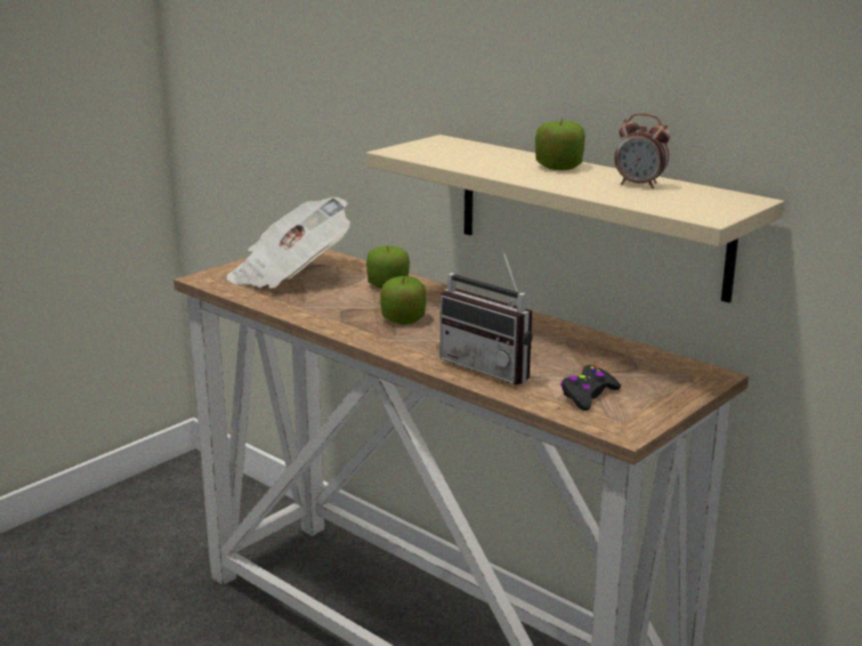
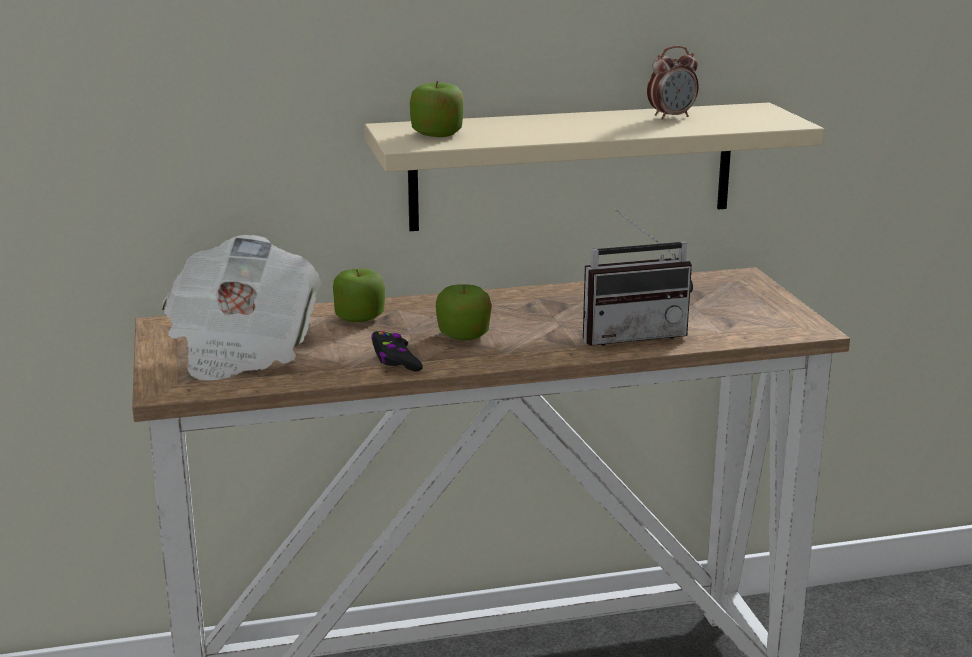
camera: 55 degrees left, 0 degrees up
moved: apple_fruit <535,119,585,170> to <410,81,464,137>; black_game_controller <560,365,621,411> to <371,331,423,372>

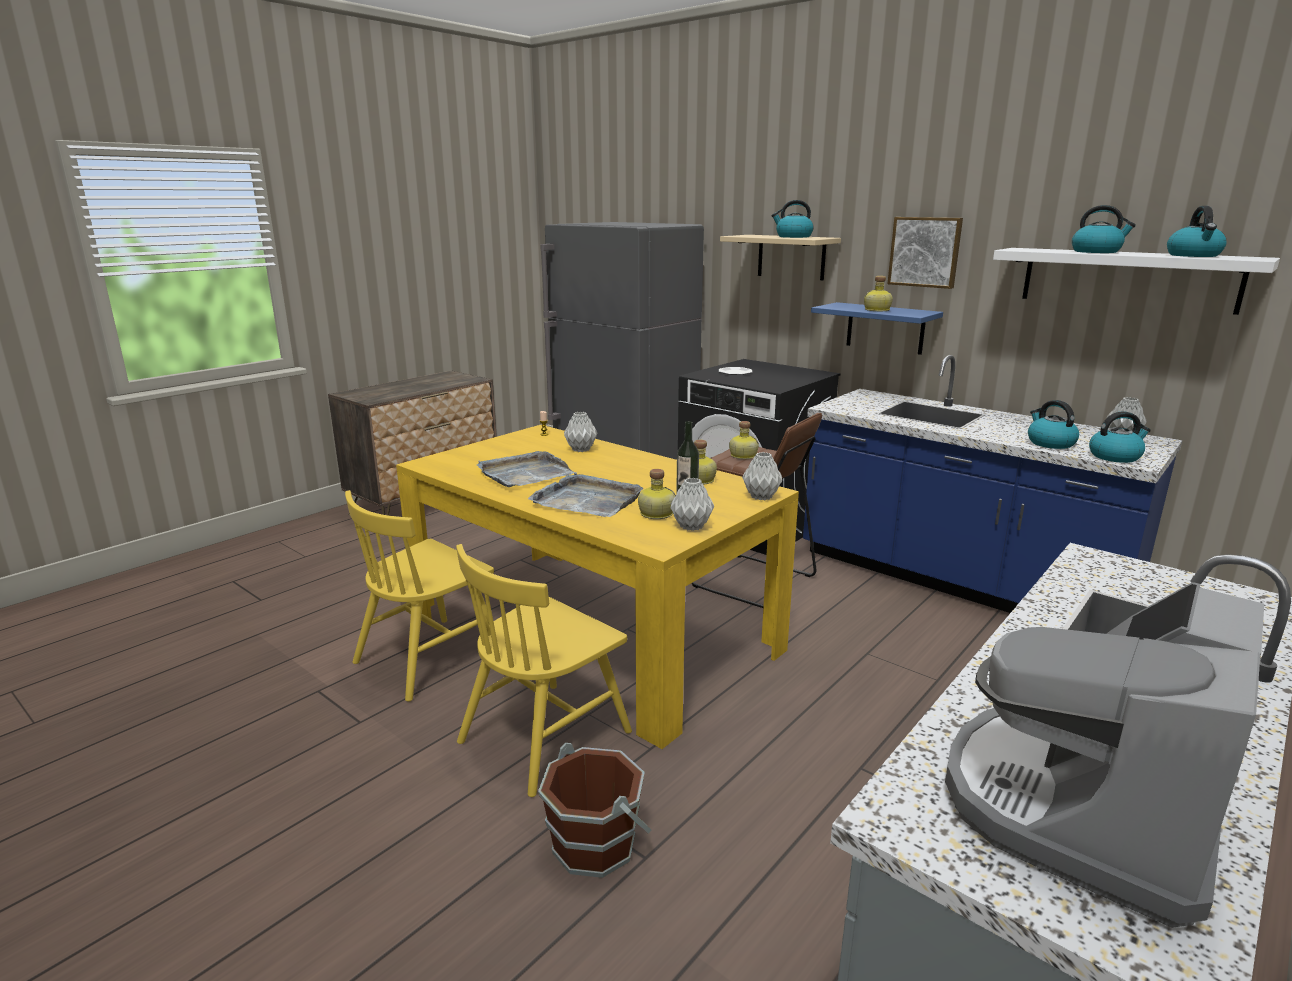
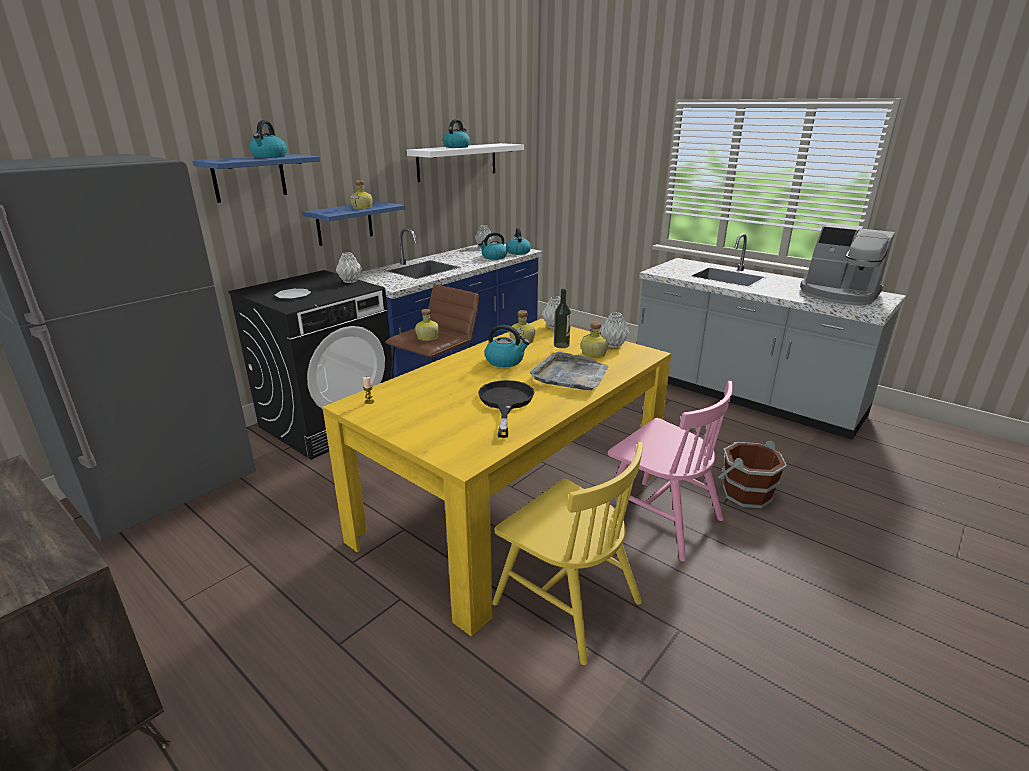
camera: 90 degrees left, 5 degrees up
removed: wall_picture <887,217,963,289>
moved: kettle <1167,206,1227,257> to <484,325,530,367>; gray_vase <564,412,598,452> to <336,252,362,283>
replaced: gray_carrying_tray <477,451,575,487> to black_skillet <478,380,535,438>
recoloured: beige-coloured_shelf <720,235,841,280> to blue-coloured_shelf <193,154,320,203>; yellow_upright_chair <456,544,632,797> to pink_upright_chair <608,380,733,562>

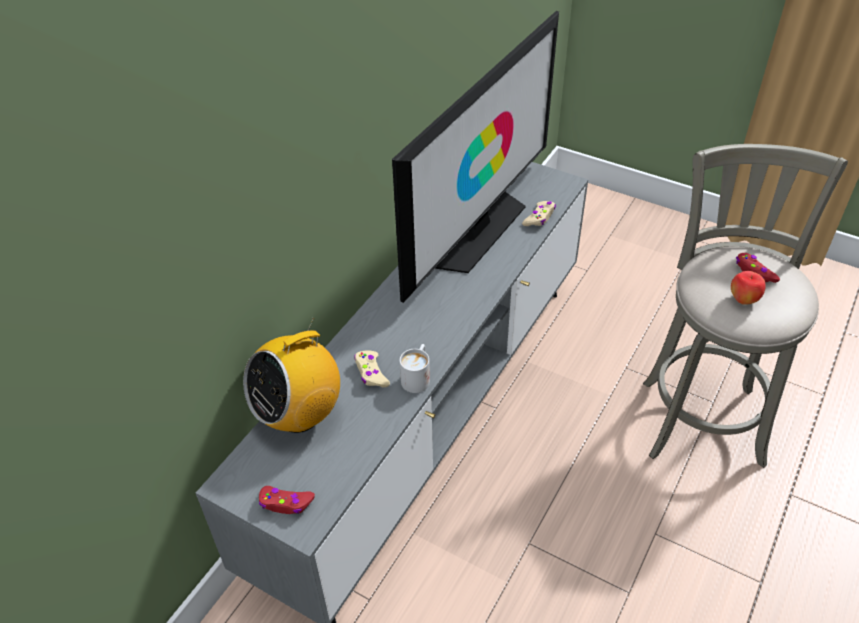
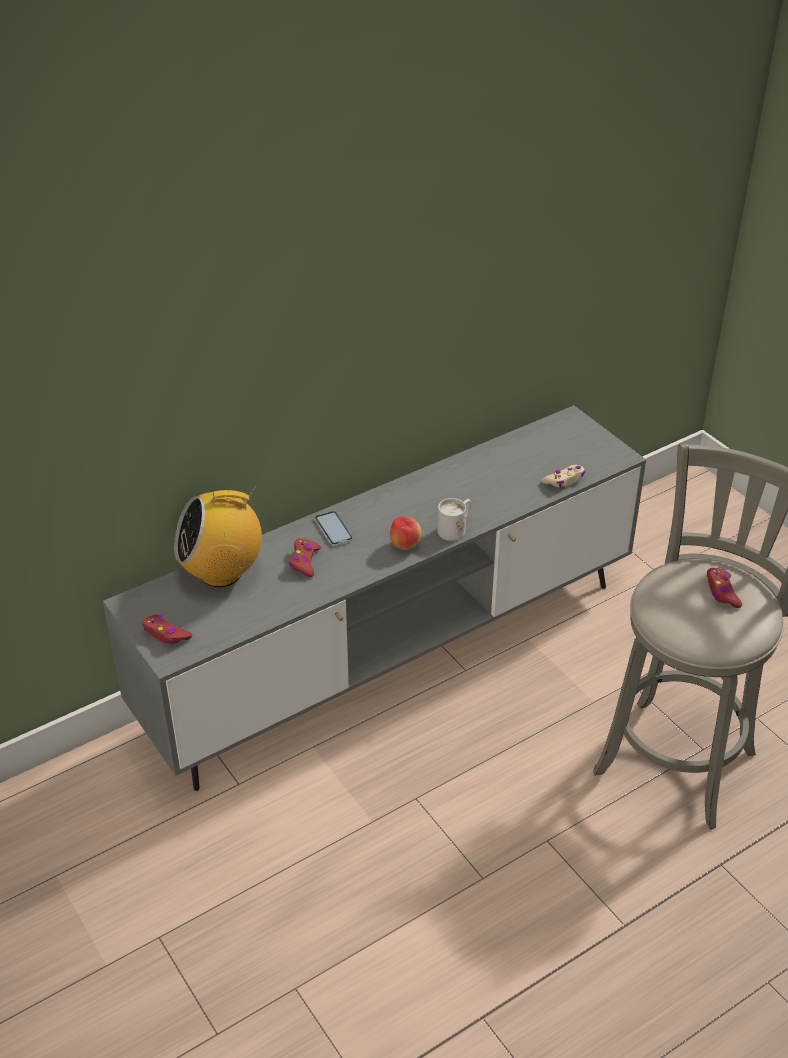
camera: 25 degrees right, 5 degrees down
removed: TV_set <392,11,559,303>
added: handset <315,511,353,546>
moved: apple_fruit <731,271,766,305> to <390,516,422,550>; whitish_mug <400,344,430,393> to <438,498,471,541>
recoloured: beige-coloured_game_controller <354,350,390,387> to red_game_controller <289,538,321,577>

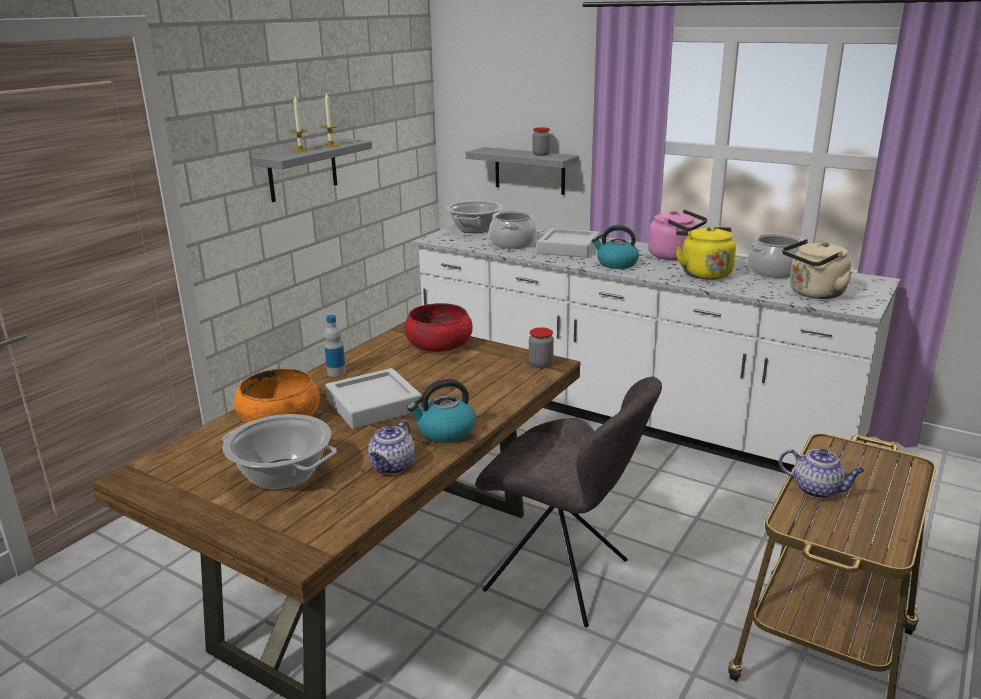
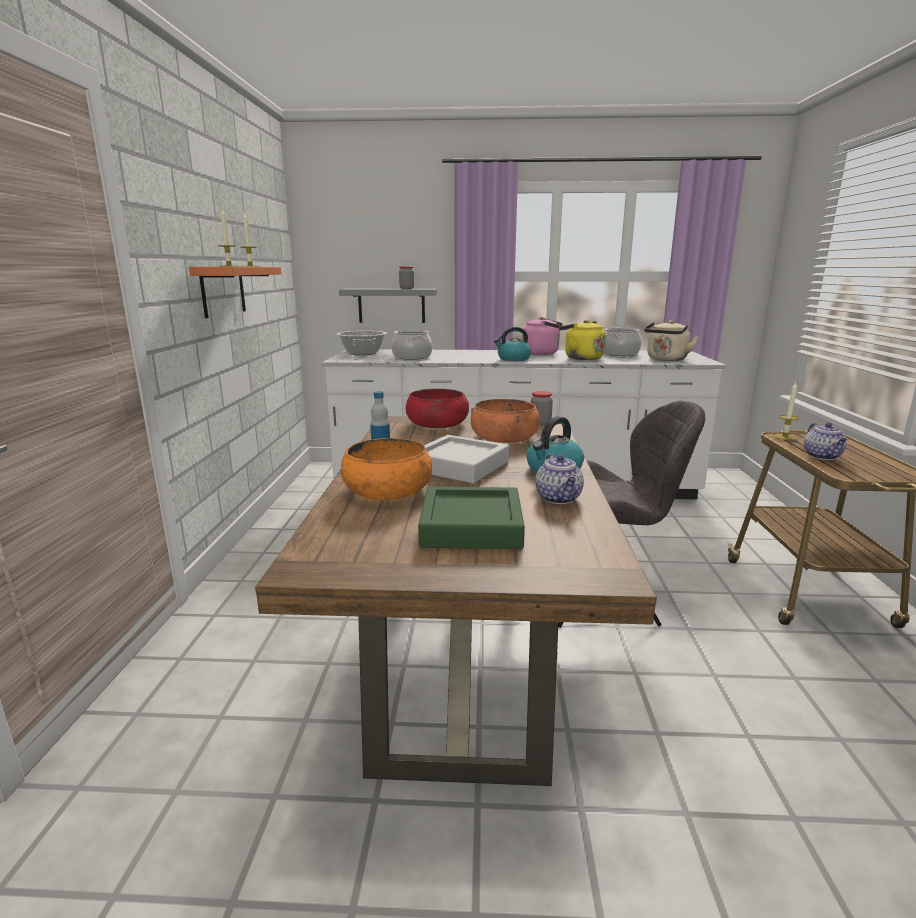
camera: 30 degrees left, 5 degrees down
removed: gray_carrying_tray <537,228,600,258>
added: wax_light <774,382,799,440>; orange-coloured_deep_dish <471,399,540,443>
replaced: saucepot <222,414,337,490> to greenish_carrying_tray <418,487,525,549>
recoloured: gray_shelf <252,139,372,202> to orange-coloured_shelf <189,267,281,318>
turned: tea_pot <779,449,865,498> = <804,422,847,460> 90 degrees clockwise

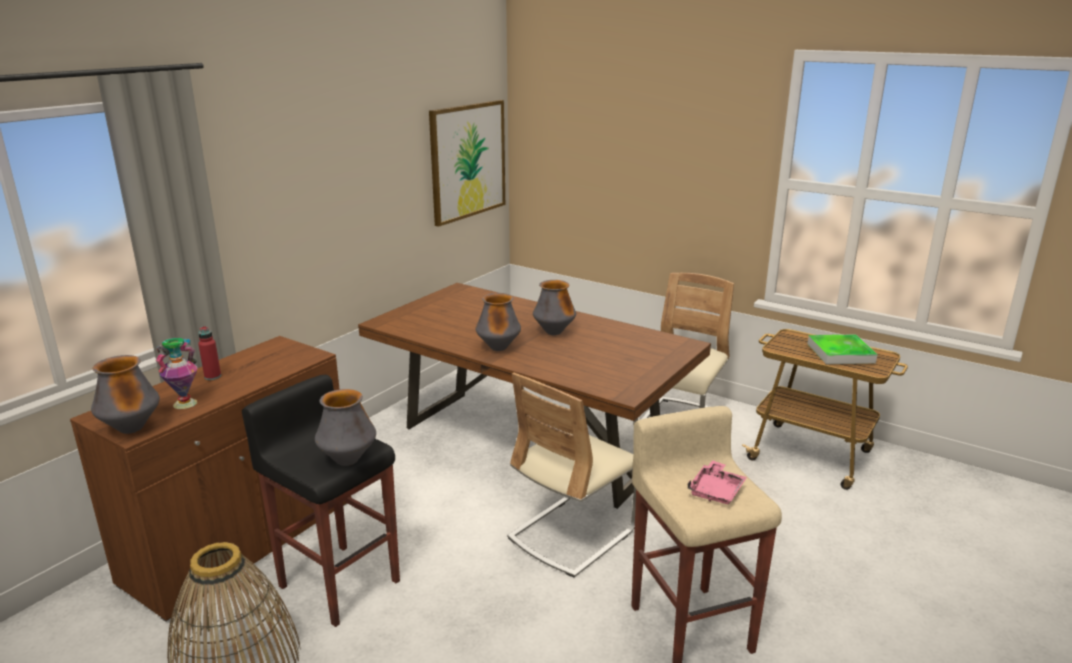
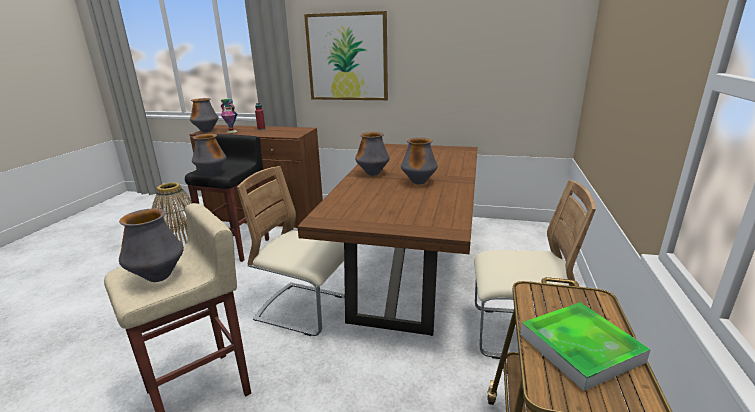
camera: 70 degrees right, 0 degrees up
moved: wall_picture <429,100,505,227> to <304,11,388,100>
replaced: pink_carrying_tray <688,460,747,504> to vase <119,208,184,282>

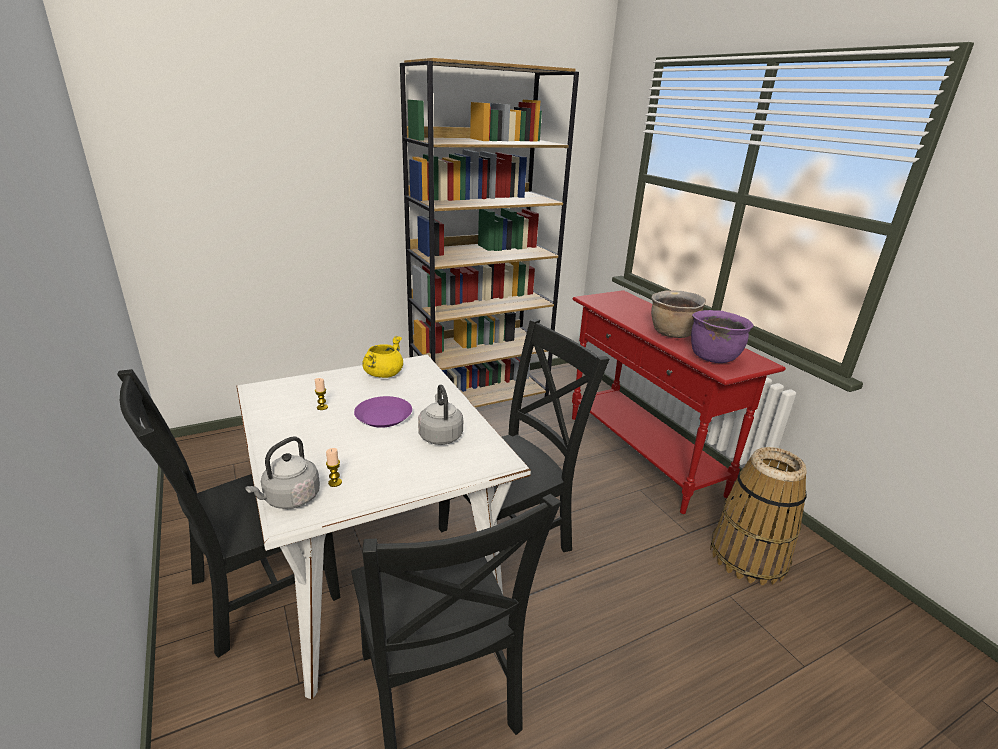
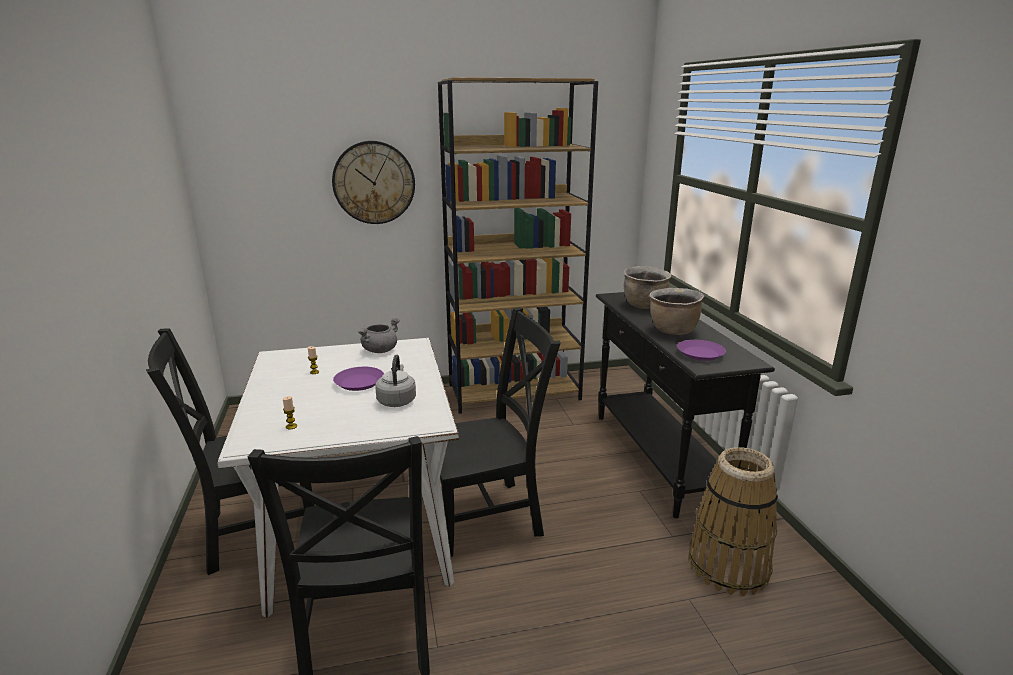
camera: 15 degrees right, 5 degrees down
removed: gray_kettle <246,436,320,509>
added: hanging_clock <332,141,415,224>; brownish_saucepot <623,266,671,309>
replaced: purplish_saucepot <691,310,753,363> to purplish_dinner_plate <677,340,726,361>
recoloured: red_console_table <572,290,786,514> to black_console_table <596,292,775,518>; yellow_saucepot <362,336,403,378> to gray_saucepot <358,318,400,353>

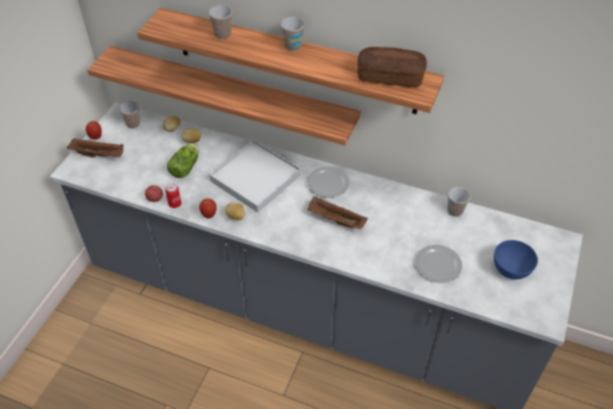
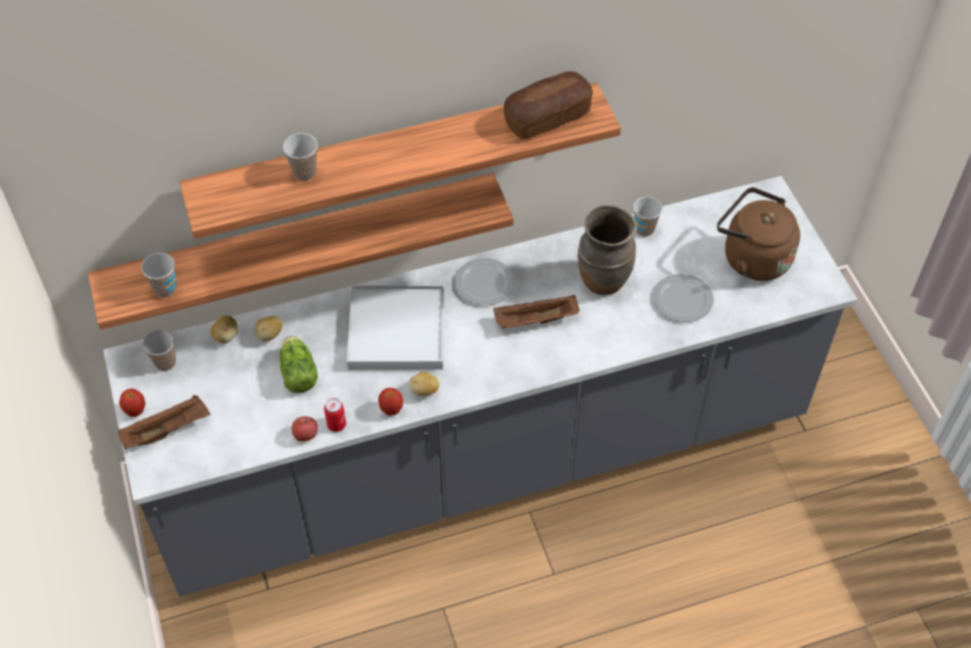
camera: 40 degrees left, 5 degrees up
added: brownish_vase <578,205,637,295>
moved: small_cup <281,17,305,51> to <141,253,177,298>
replaced: blue-coloured_deep_dish <494,240,538,279> to brownish_kettle <717,187,800,281>

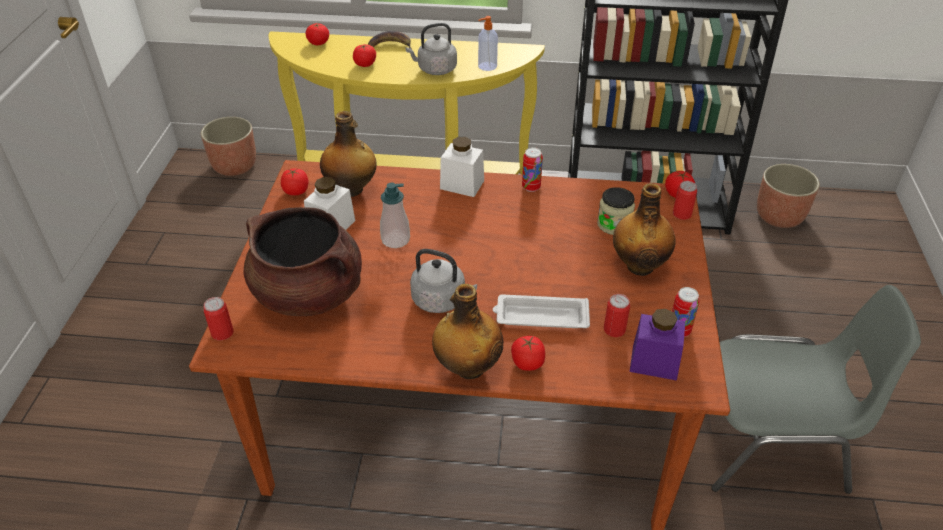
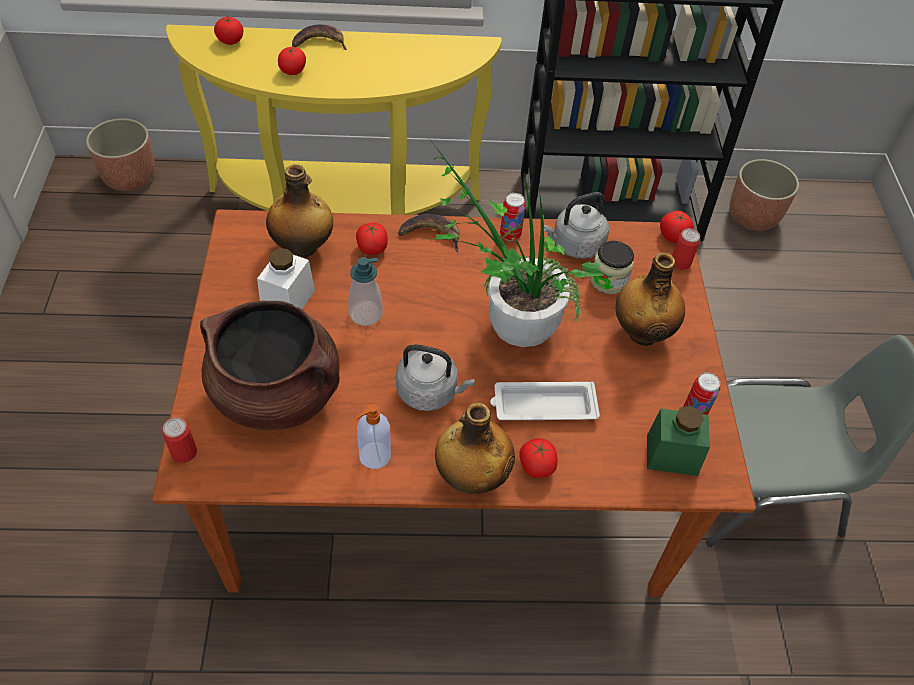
camera: 10 degrees left, 10 degrees up
removed: sealed_can <604,294,630,337>
added: potted_plant <428,137,604,347>
moved: soap_bottle <478,16,498,71> to <356,404,391,469>; gray_kettle <406,23,457,75> to <544,192,609,259>; fresh_tomato <281,169,309,195> to <356,222,388,255>
replaced: whitish_preserve_jar <440,137,484,197> to banana <398,214,460,253>
recoloured: purplish_preserve_jar <630,309,685,381> to greenish_preserve_jar <647,406,710,476>

